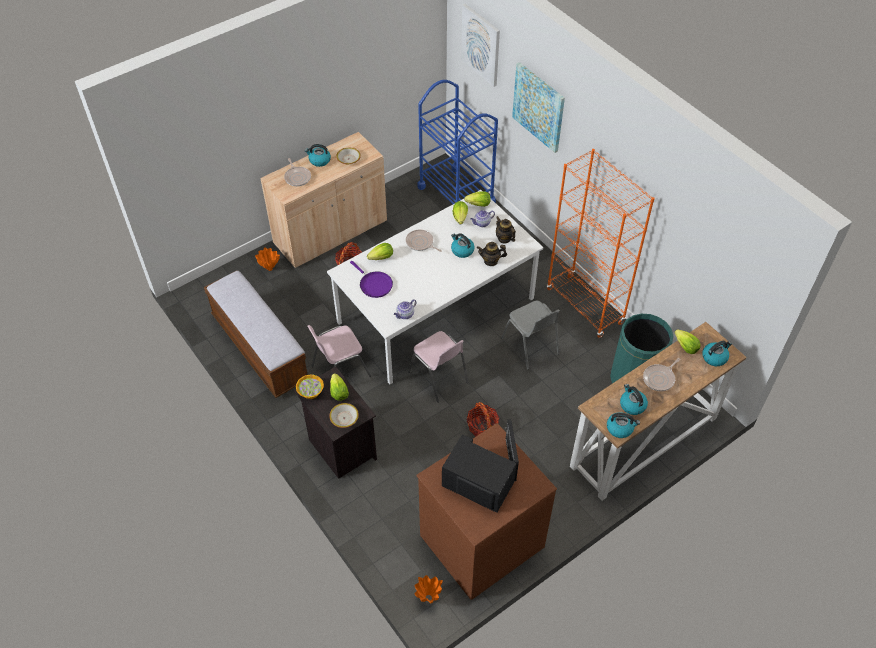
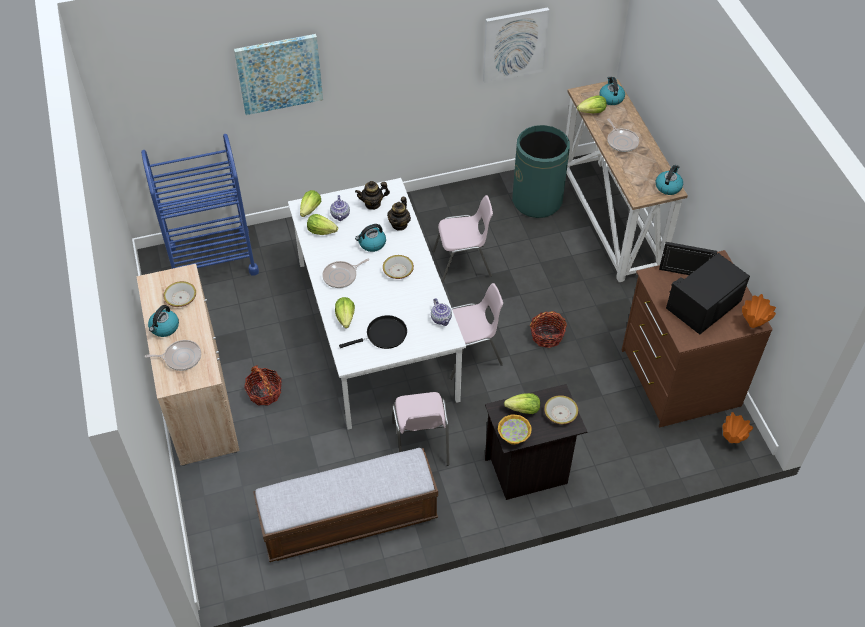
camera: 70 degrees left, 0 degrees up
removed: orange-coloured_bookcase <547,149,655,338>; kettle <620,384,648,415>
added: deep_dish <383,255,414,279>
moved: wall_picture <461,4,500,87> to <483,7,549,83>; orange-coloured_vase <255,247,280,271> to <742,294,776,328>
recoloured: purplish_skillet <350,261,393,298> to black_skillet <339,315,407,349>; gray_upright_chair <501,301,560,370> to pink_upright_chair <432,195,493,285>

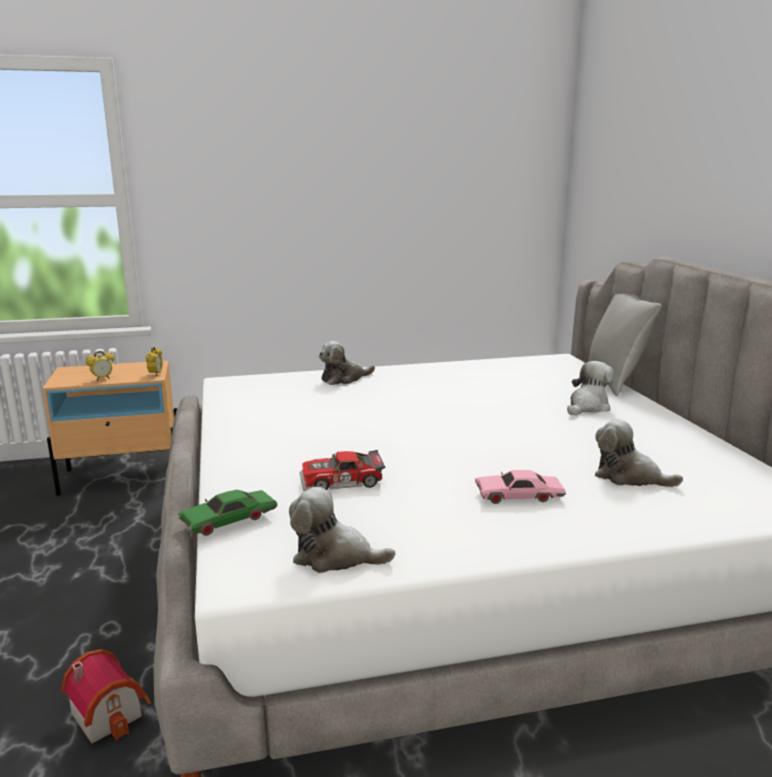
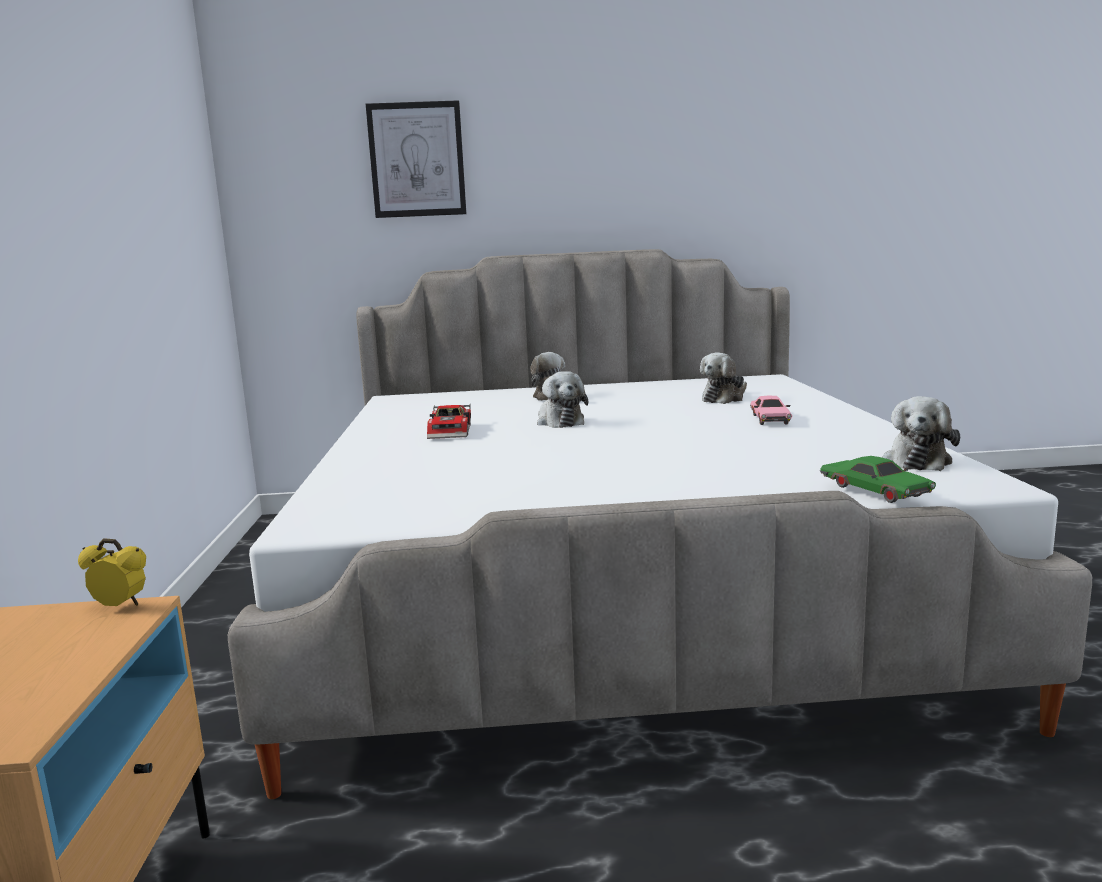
camera: 80 degrees left, 5 degrees down
removed: gray_pillow <588,293,662,396>; alarm_clock <85,351,114,381>; miniature_house <61,649,151,744>
added: wall_picture <366,100,466,218>
moved: plush_toy <319,341,375,385> to <537,371,588,428>; toy_car <299,450,385,491> to <427,405,471,439>

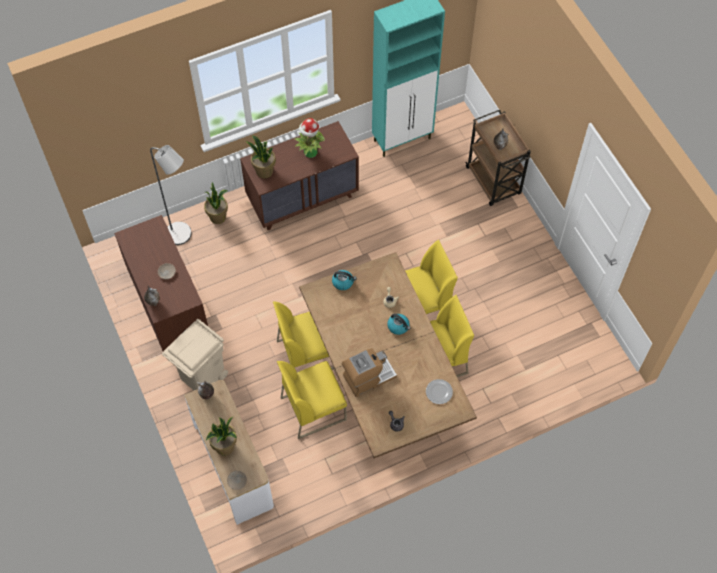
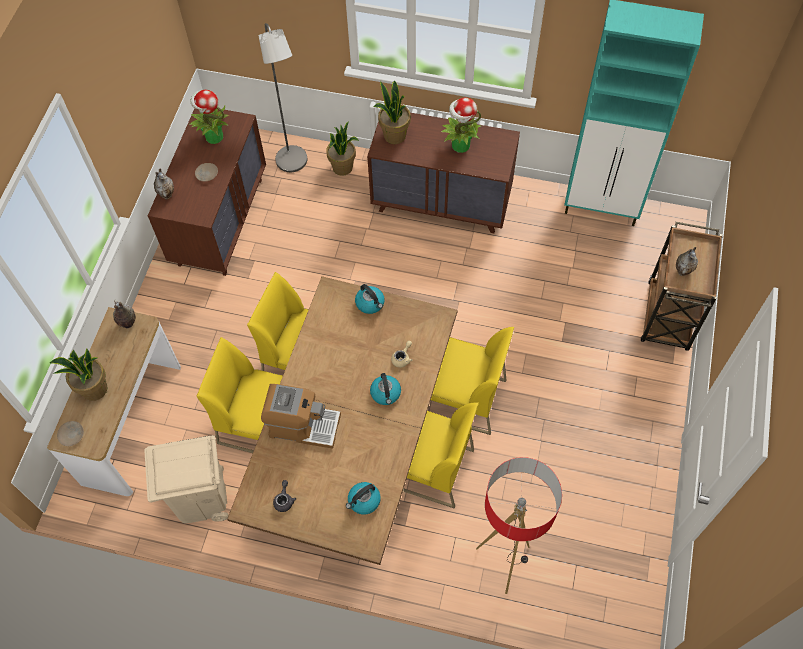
camera: 40 degrees right, 0 degrees up
added: potted_plant <189,90,229,144>; standing_lamp <476,457,562,594>
moved: beige-coloured_waste_bin <162,319,228,390> to <144,435,229,523>
replaced: dinner_plate <426,379,453,404> to kettle <346,482,381,515>

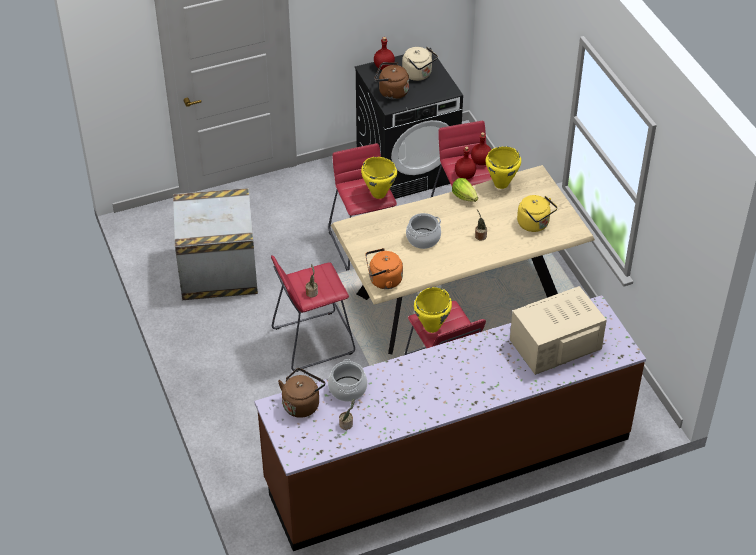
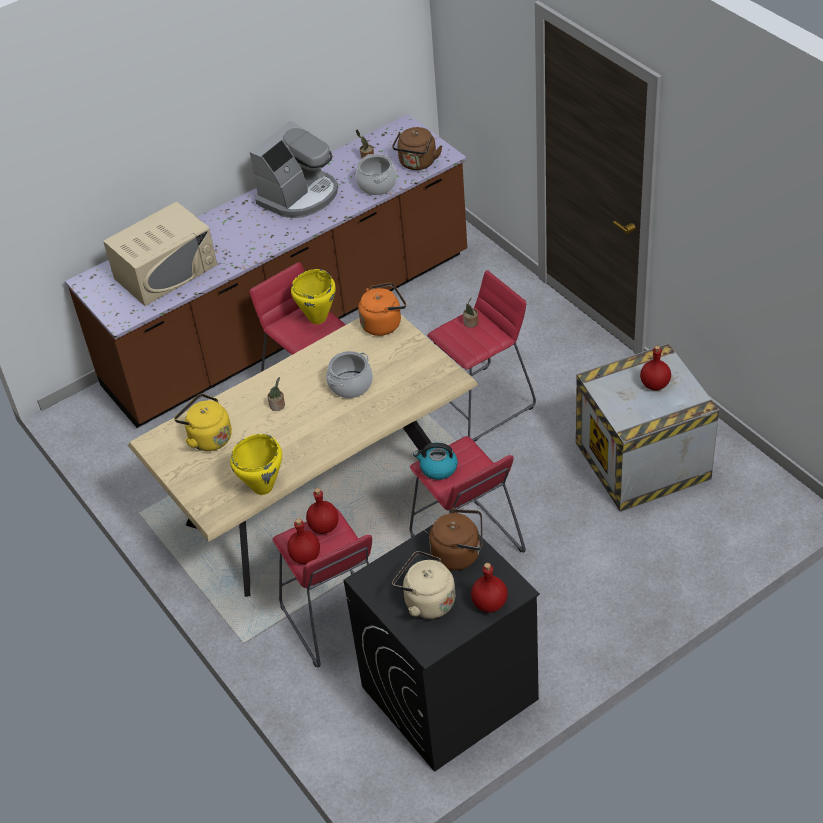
camera: 170 degrees right, 0 degrees up
removed: lettuce_head <452,178,478,202>
added: coffee_maker <250,120,338,218>; red_drink_bottle <640,346,671,391>
replaced: yellow_saucepot <361,157,397,199> to kettle <413,443,458,480>

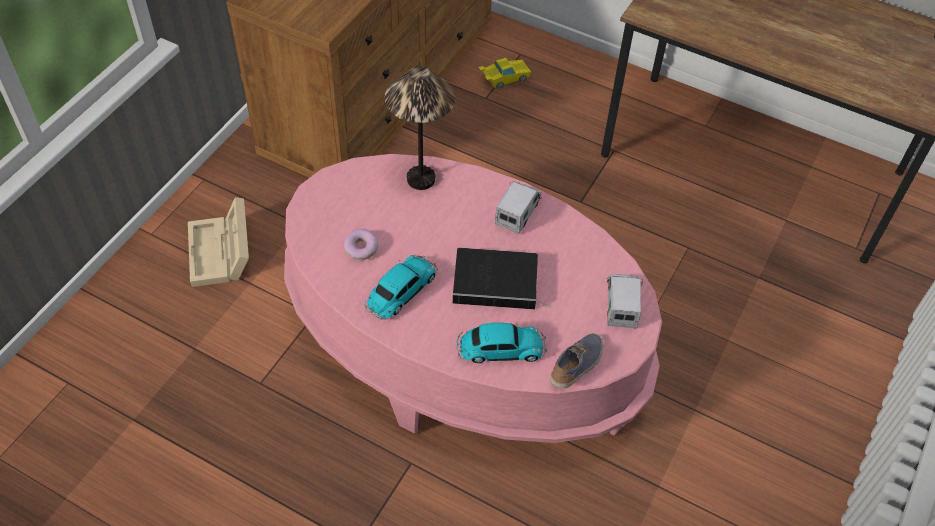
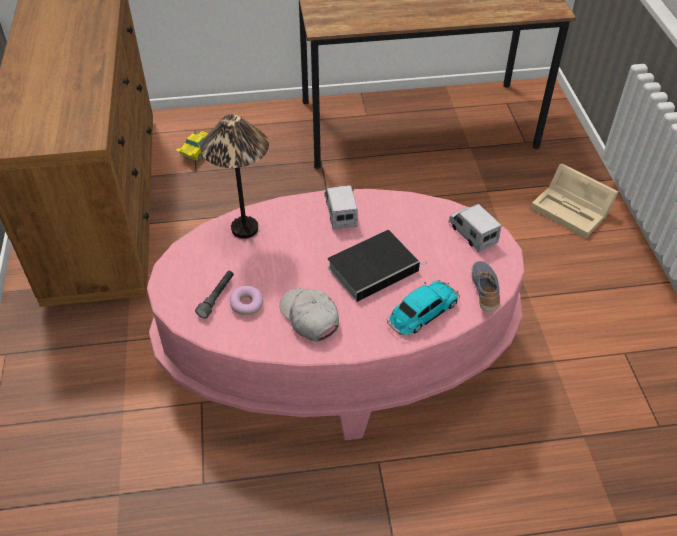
camera: 35 degrees left, 5 degrees down
added: gray_flashlight <195,271,234,318>
moved: beige-coloured_storage_container <188,197,249,287> to <531,164,619,238>
replaced: toy_car <364,255,438,320> to whitish_peaked_cap <279,288,339,341>

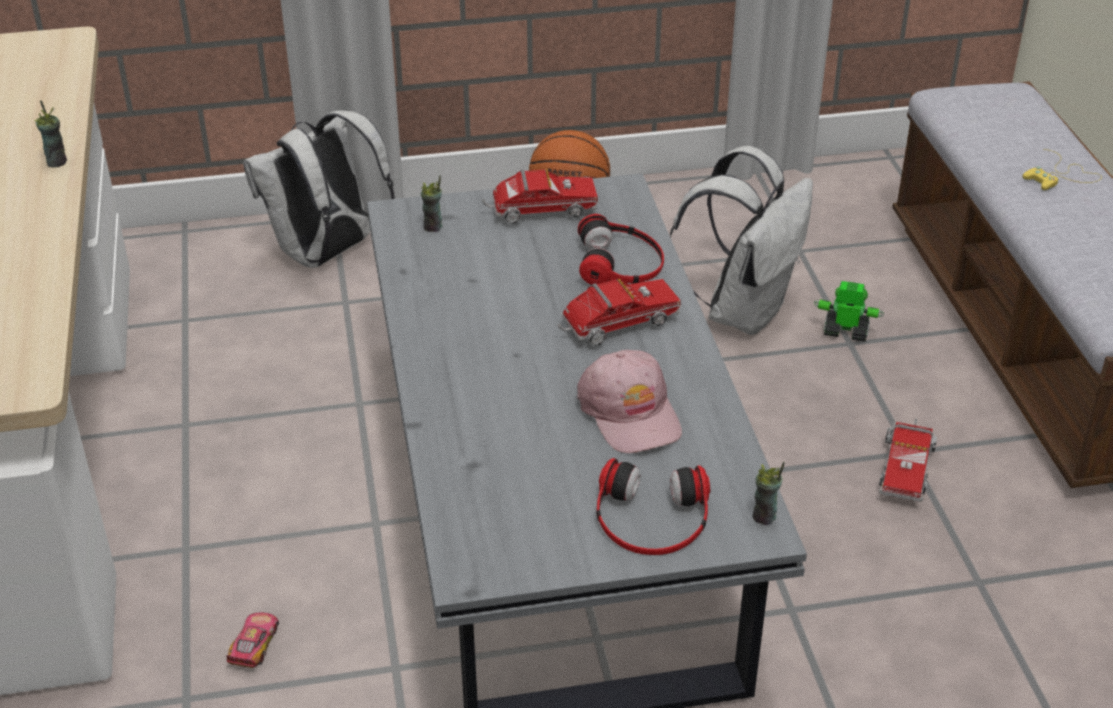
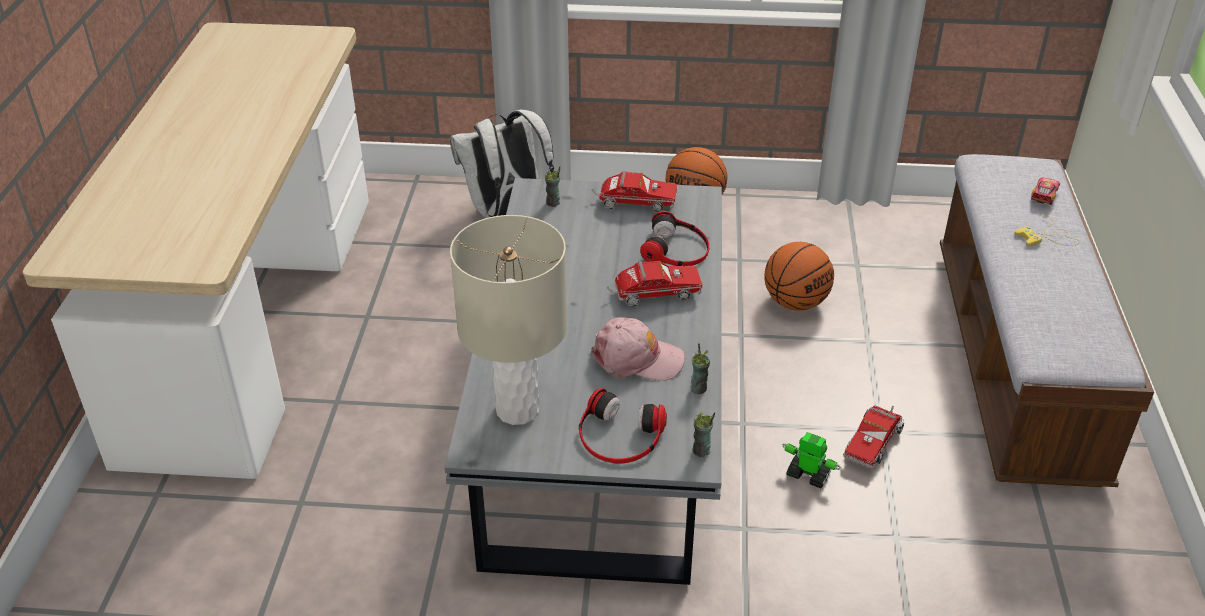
camera: 15 degrees right, 0 degrees up
added: beige-coloured_lamp_for_a_table <450,215,568,425>
moved: small_cup <34,101,67,168> to <690,343,710,394>; toy_robot <814,281,884,342> to <782,432,840,488>; toy_car <226,613,279,668> to <1031,178,1060,205>
replaced: whitish_knapsack <670,146,813,335> to ball_for_basketball <764,242,834,311>
turned: pink_peaked_cap <577,350,682,454> = <591,317,685,380> 75 degrees counterclockwise

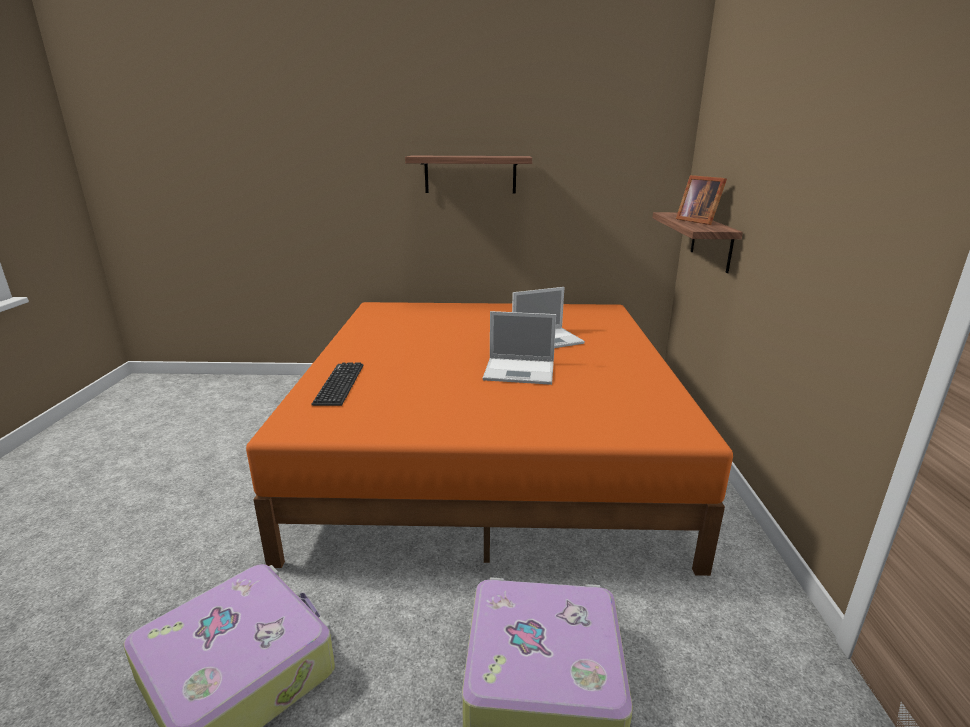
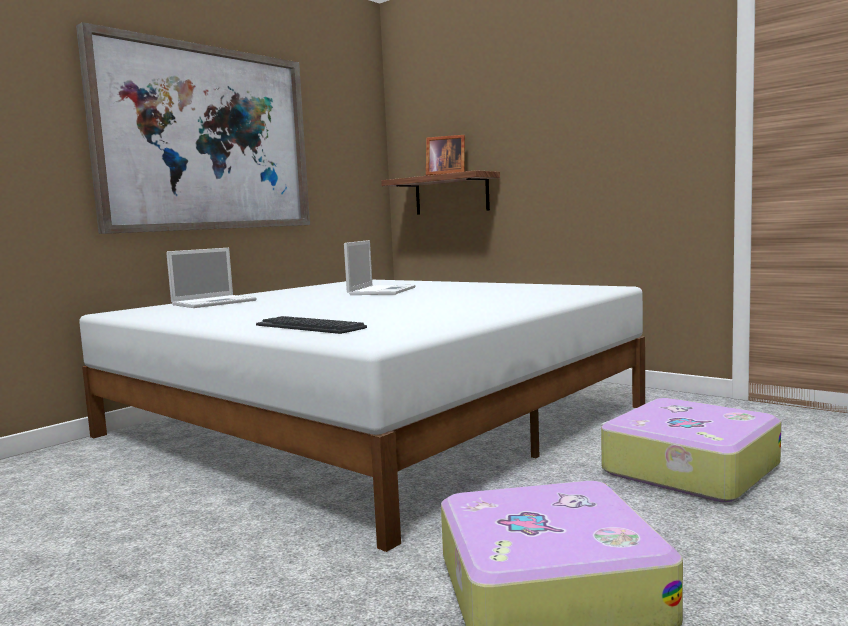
camera: 50 degrees left, 15 degrees down
moved: notebook_computer <483,311,556,385> to <166,248,256,308>
replaced: shelf <405,156,532,194> to wall_picture <76,22,310,234>
recoloured: orange-coloured_bed <246,302,733,576> to whitish_bed <79,280,645,552>

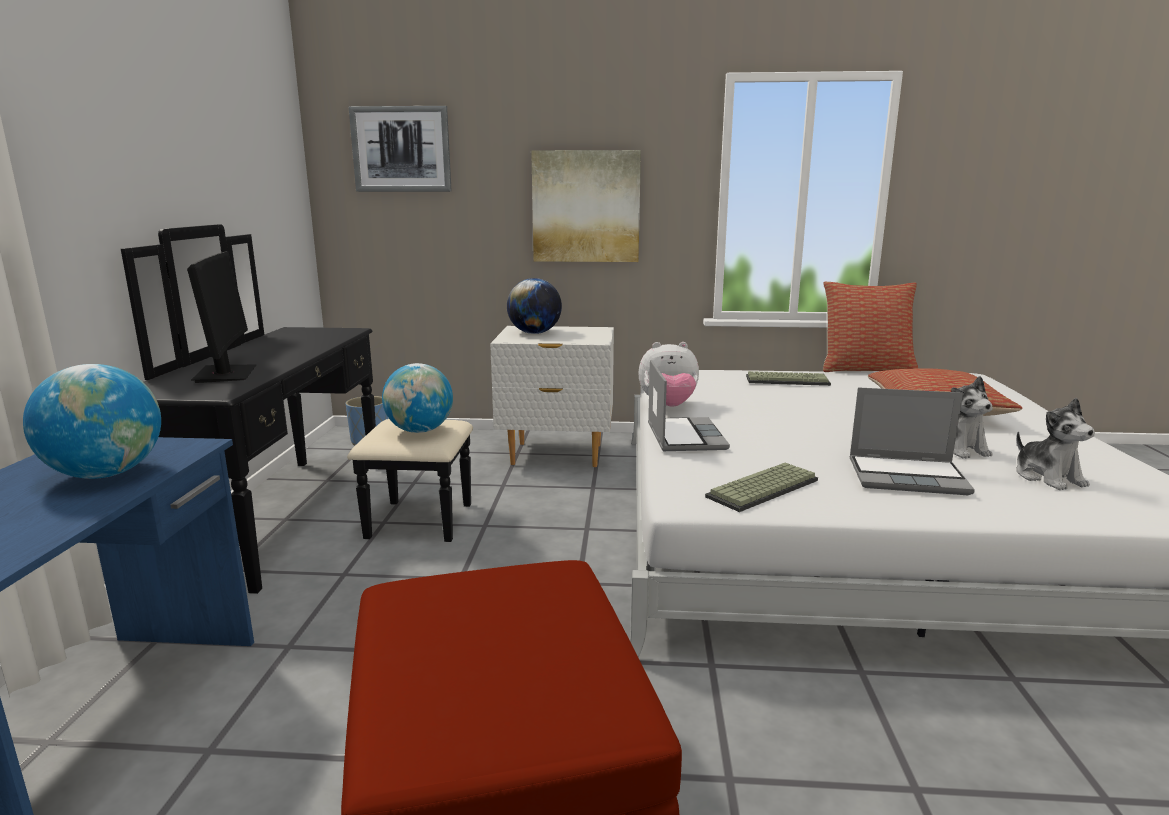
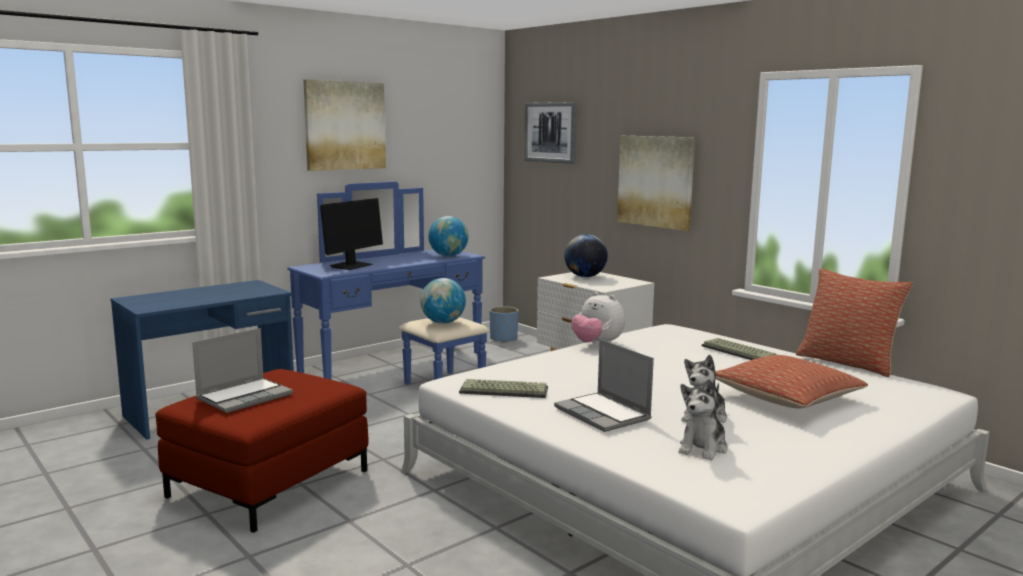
camera: 45 degrees right, 5 degrees down
added: wall_picture <303,79,386,171>
moved: notebook_computer <648,360,730,451> to <192,328,293,413>; world_globe <23,364,161,479> to <428,216,468,256>
recoloured: black_chest_of_drawers <121,224,473,594> to blue-coloured_chest_of_drawers <287,182,490,384>

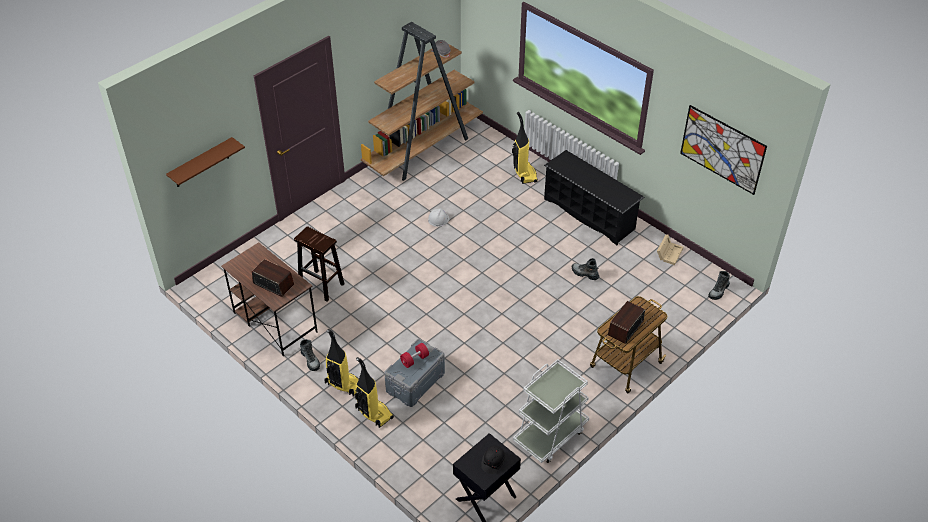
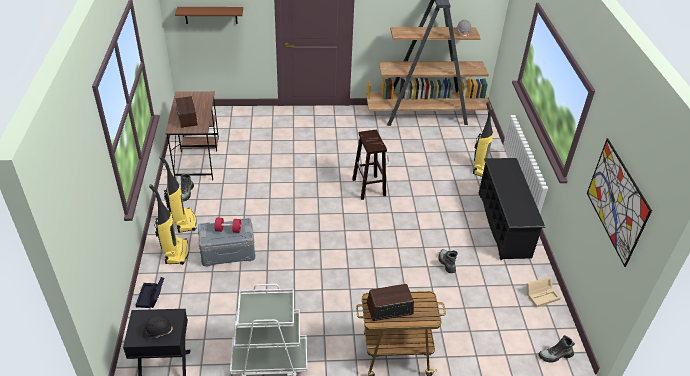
camera: 40 degrees right, 5 degrees down
added: black_storage_container <136,277,164,308>
moved: brownish_sitting_stool <294,226,344,301> to <352,130,387,200>

